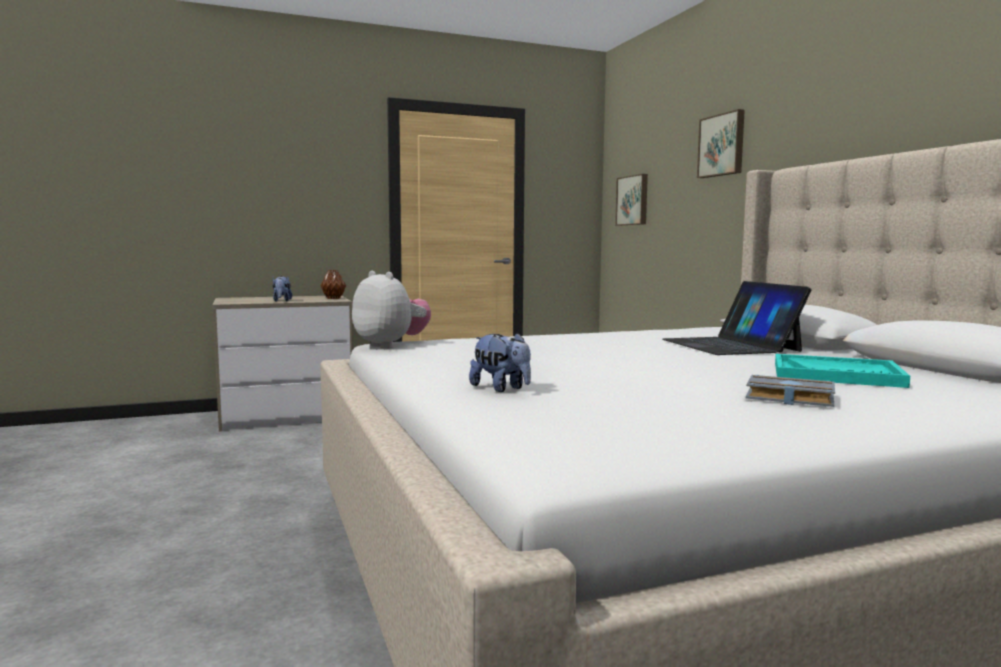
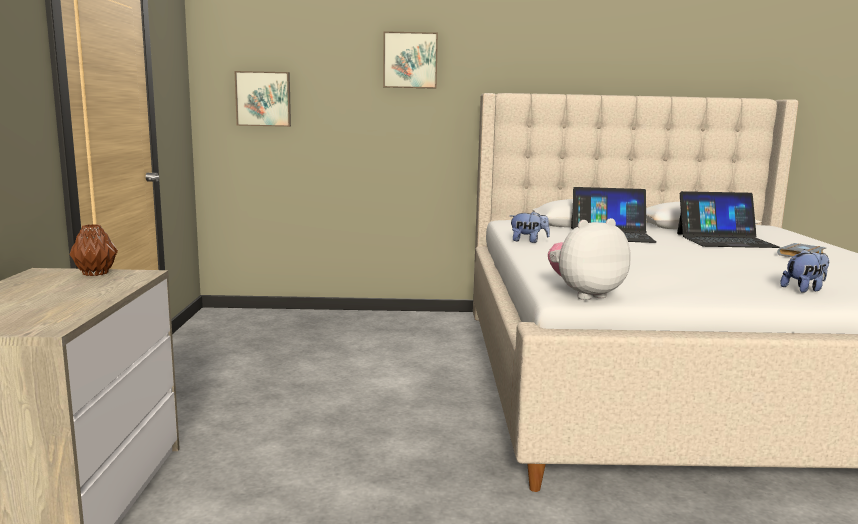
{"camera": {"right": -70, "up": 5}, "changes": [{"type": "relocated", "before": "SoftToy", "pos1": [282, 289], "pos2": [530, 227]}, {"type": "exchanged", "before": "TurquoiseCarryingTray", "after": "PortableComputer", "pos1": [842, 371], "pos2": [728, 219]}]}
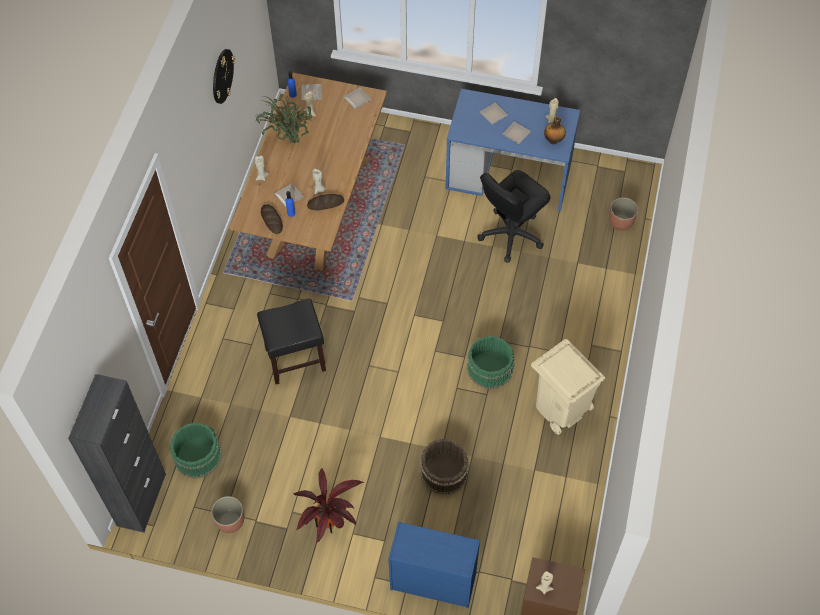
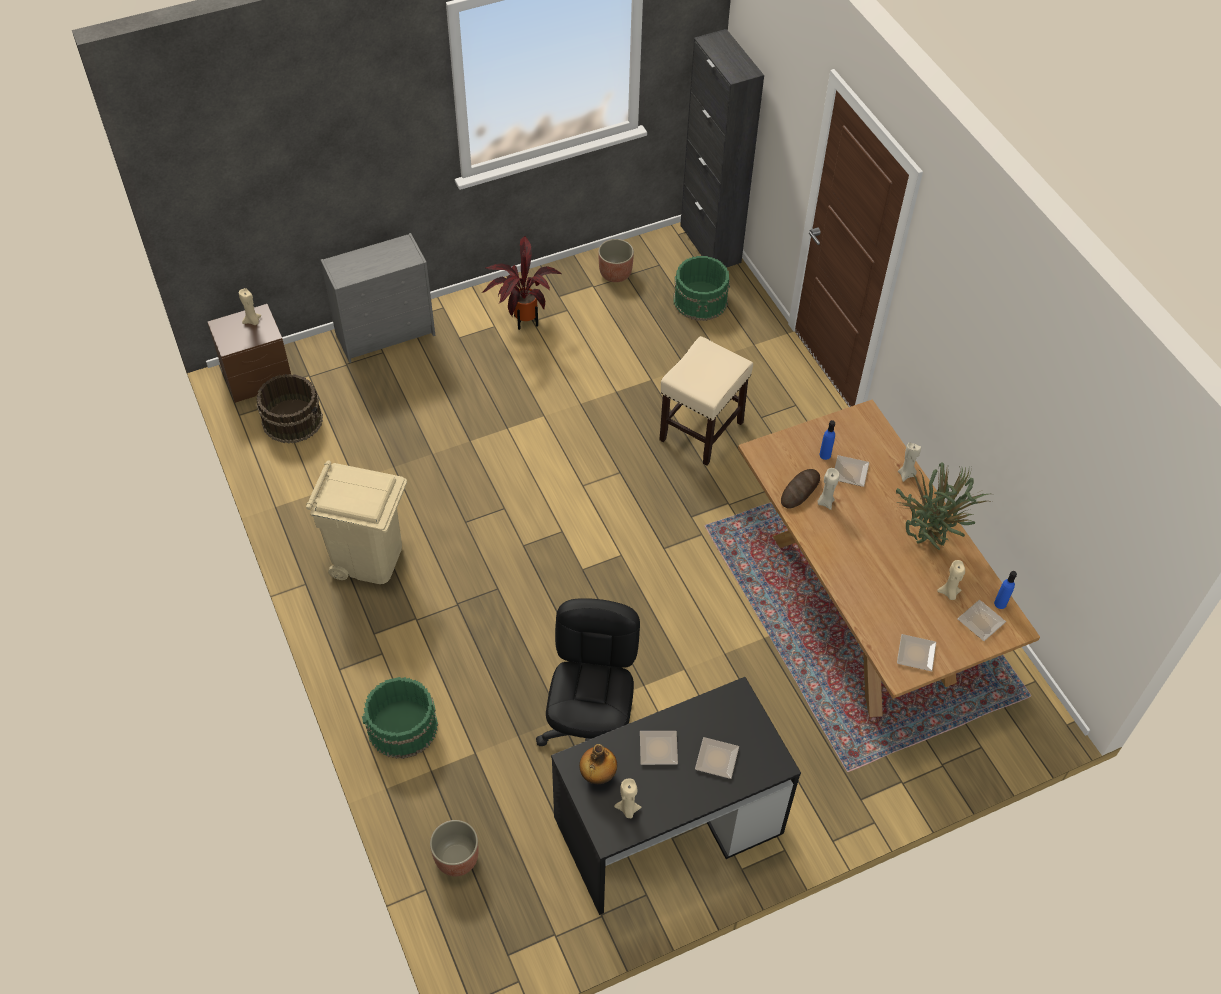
{"camera": {"right": 140, "up": -5}, "changes": [{"type": "missing", "before": "WallClock", "pos1": [224, 76]}, {"type": "missing", "before": "Bread", "pos1": [272, 219]}, {"type": "relocated", "before": "BrownishWaterBucket", "pos1": [444, 466], "pos2": [289, 408]}, {"type": "relocated", "before": "GreenishWaterBucket", "pos1": [491, 362], "pos2": [400, 718]}, {"type": "colour", "before": "BlackColouredStoolSeat", "after": "BeigeColouredStoolSeat", "pos1": [291, 341], "pos2": [706, 401]}, {"type": "colour", "before": "BlueColouredDresser", "after": "GrayDresser", "pos1": [434, 564], "pos2": [378, 298]}, {"type": "colour", "before": "BlueColouredDeskTable", "after": "BlackColouredDeskTable", "pos1": [512, 150], "pos2": [676, 796]}]}
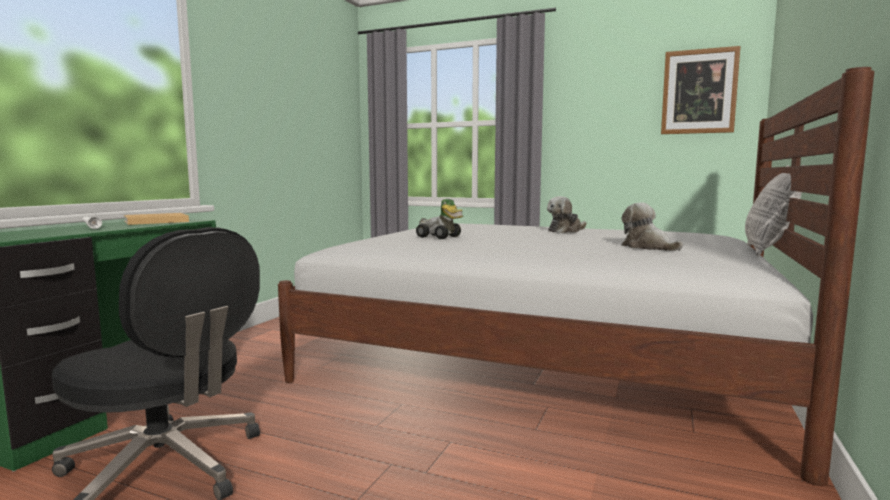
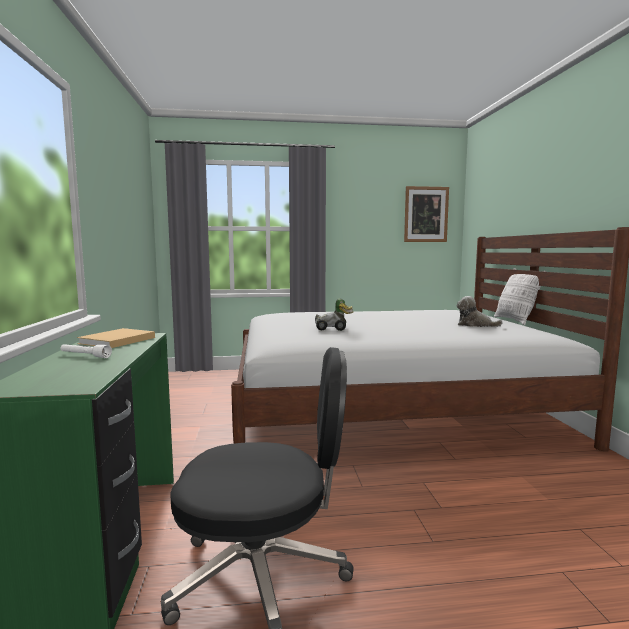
{"camera": {"right": -30, "up": 0}, "changes": [{"type": "missing", "before": "SoftToy", "pos1": [566, 214]}]}
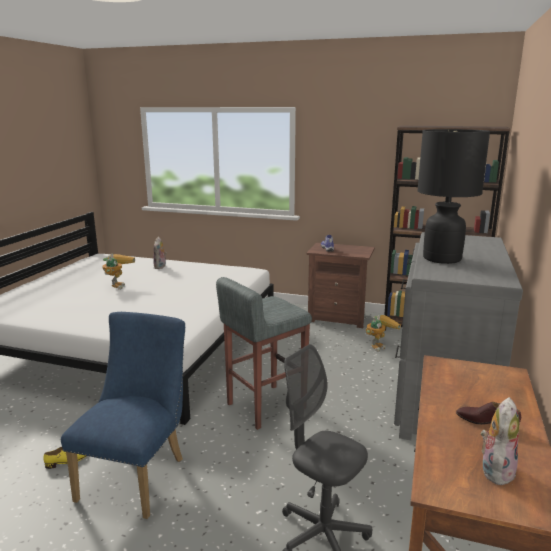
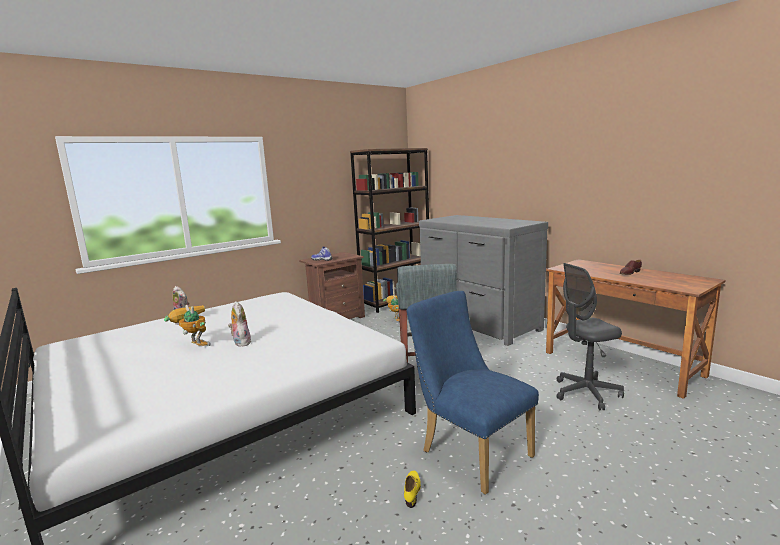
{"camera": {"right": -55, "up": -5}, "changes": [{"type": "missing", "before": "BlackColouredTabletopLamp", "pos1": [453, 196]}, {"type": "relocated", "before": "SoftToy", "pos1": [500, 441], "pos2": [240, 324]}]}
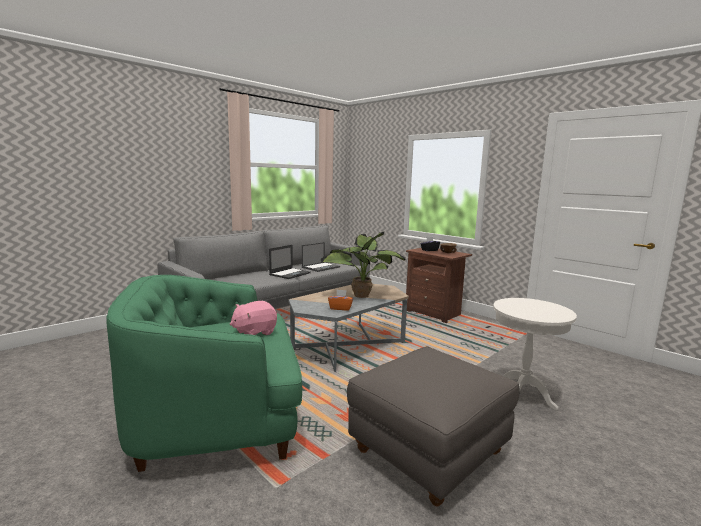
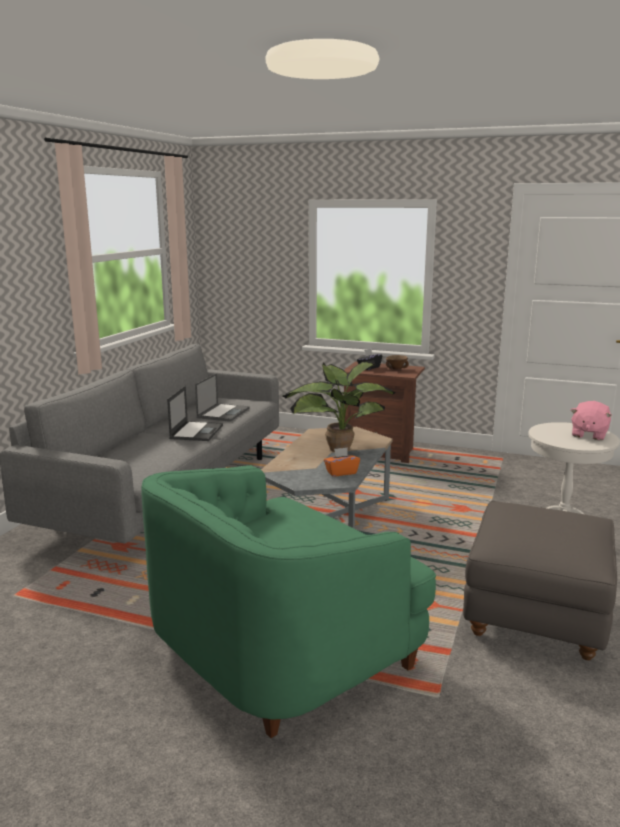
{"camera": {"right": -25, "up": 5}, "changes": [{"type": "relocated", "before": "PinkColouredSoftToy", "pos1": [253, 318], "pos2": [591, 421]}]}
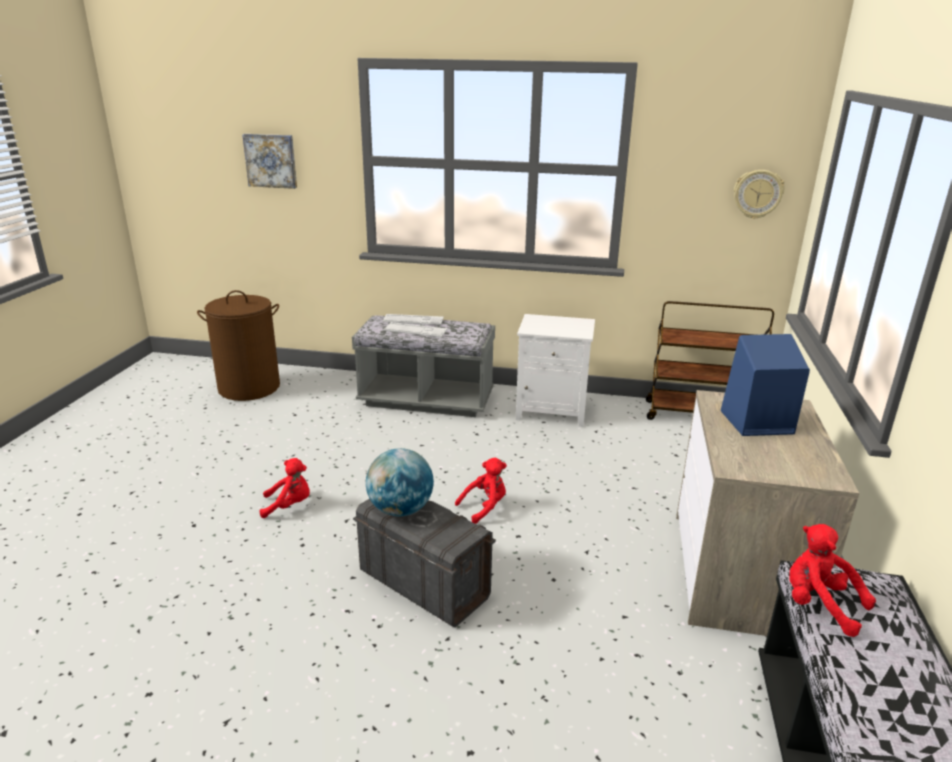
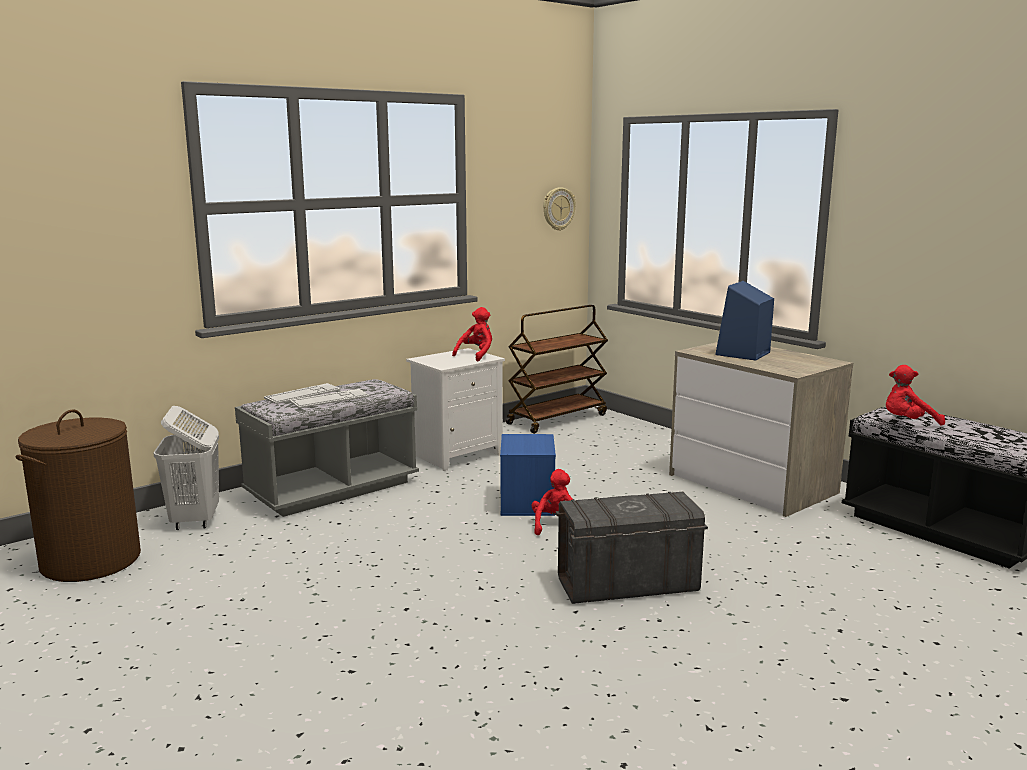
{"camera": {"right": -50, "up": -10}, "changes": [{"type": "missing", "before": "WallArt", "pos1": [269, 161]}, {"type": "missing", "before": "DeskGlobe", "pos1": [400, 482]}, {"type": "appeared", "after": "WhiteLaundryBasket", "pos2": [186, 468]}, {"type": "appeared", "after": "BlueColouredStorageBox", "pos2": [528, 475]}, {"type": "relocated", "before": "RedSoftToy", "pos1": [284, 488], "pos2": [472, 334]}]}
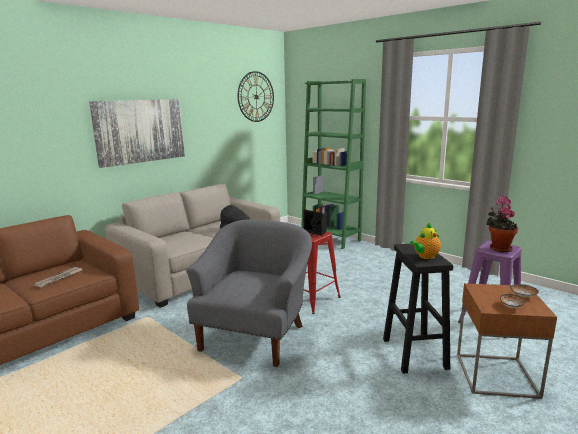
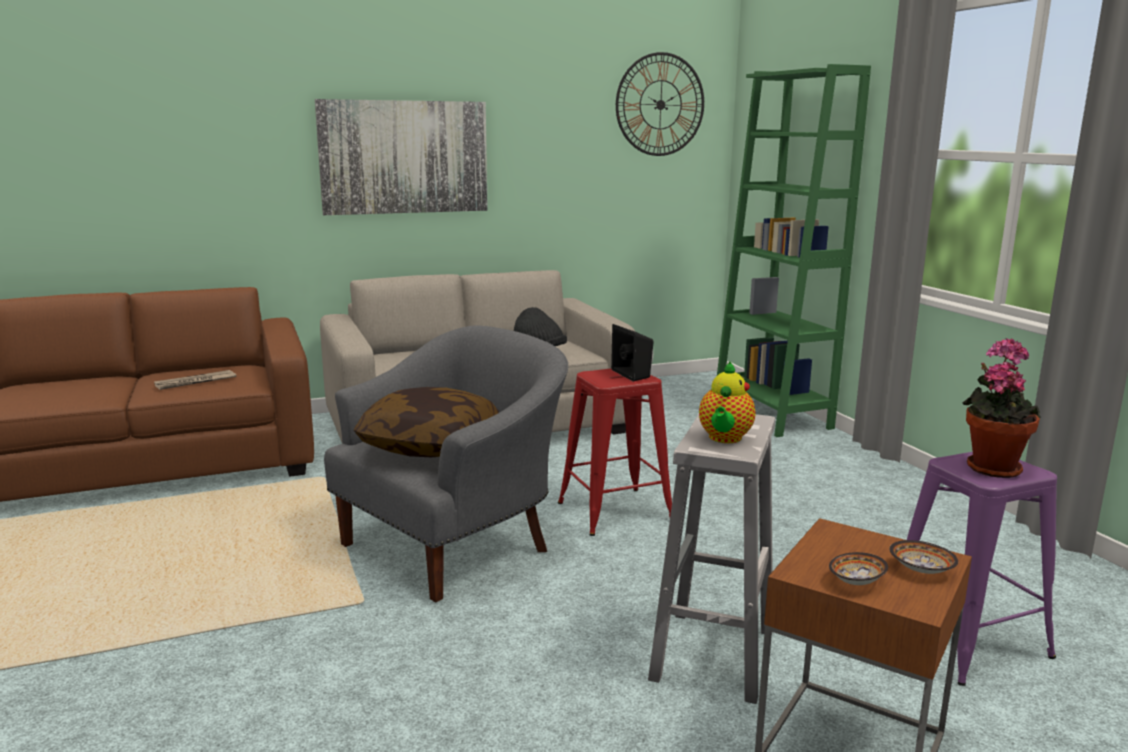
{"camera": {"right": 25, "up": 0}, "changes": [{"type": "appeared", "after": "ThrowPillow", "pos2": [426, 422]}, {"type": "colour", "before": "BlackColouredStoolSeat", "after": "WhiteStoolSeat", "pos1": [418, 309], "pos2": [711, 559]}, {"type": "spun", "before": "PotForTea", "pos1": [425, 241], "pos2": [727, 402], "turn": -60}]}
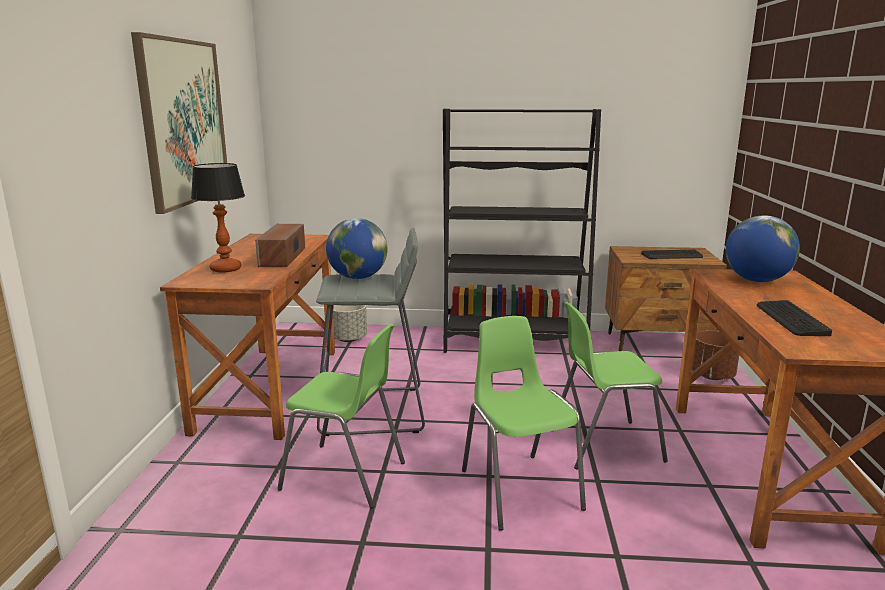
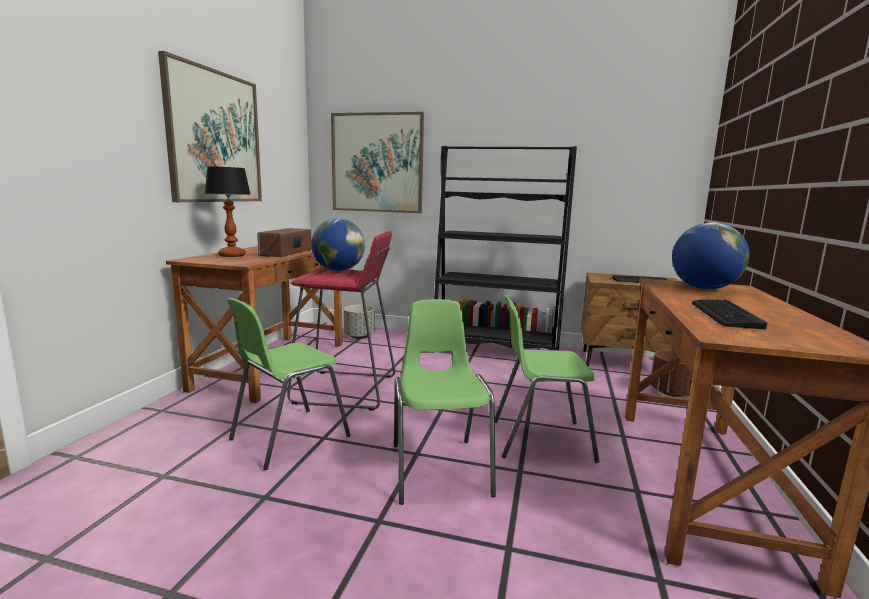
{"camera": {"right": 10, "up": -5}, "changes": [{"type": "appeared", "after": "WallArt", "pos2": [377, 162]}, {"type": "colour", "before": "GrayStoolSeat", "after": "RedStoolSeat", "pos1": [370, 332], "pos2": [341, 321]}, {"type": "spun", "before": "GreenishUprightChair", "pos1": [341, 416], "pos2": [289, 384], "turn": 105}]}
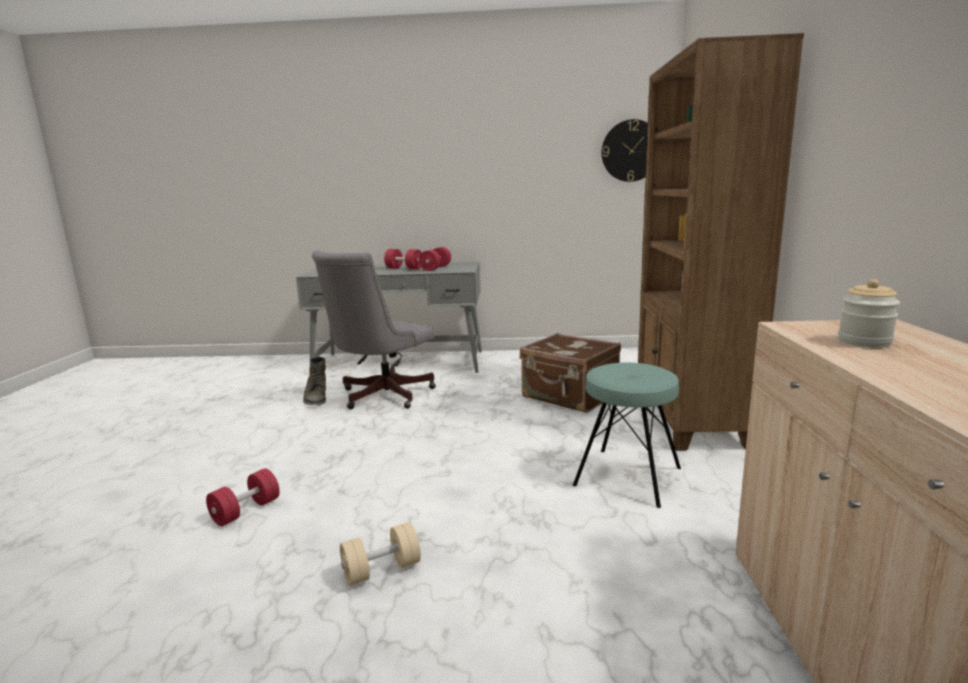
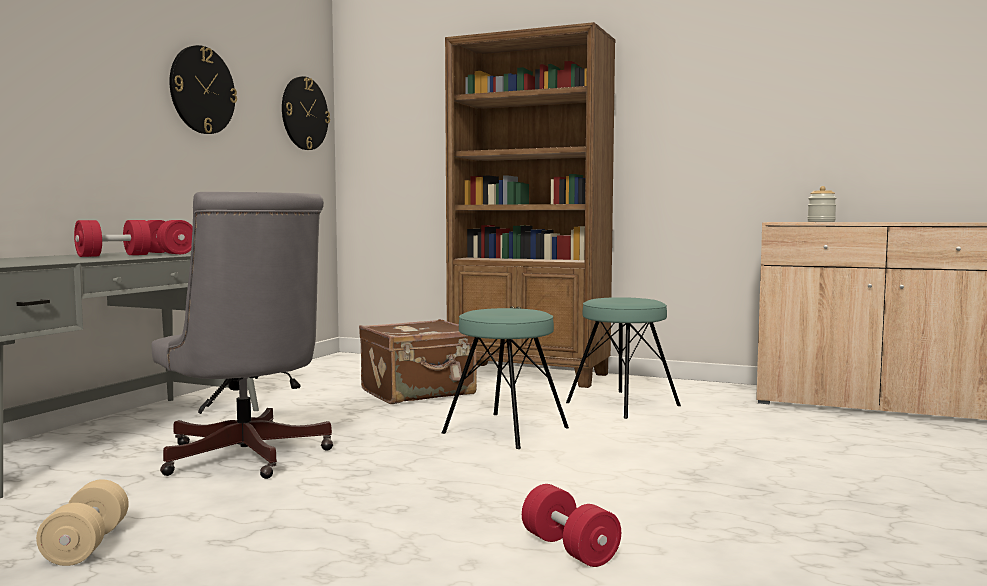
{"camera": {"right": -70, "up": -10}, "changes": [{"type": "missing", "before": "GreenishBoot", "pos1": [314, 381]}, {"type": "appeared", "after": "WallClock", "pos2": [203, 89]}, {"type": "appeared", "after": "TurquoiseStoolSeat", "pos2": [505, 378]}, {"type": "relocated", "before": "BeigeColouredHandWeight", "pos1": [380, 554], "pos2": [82, 522]}]}
